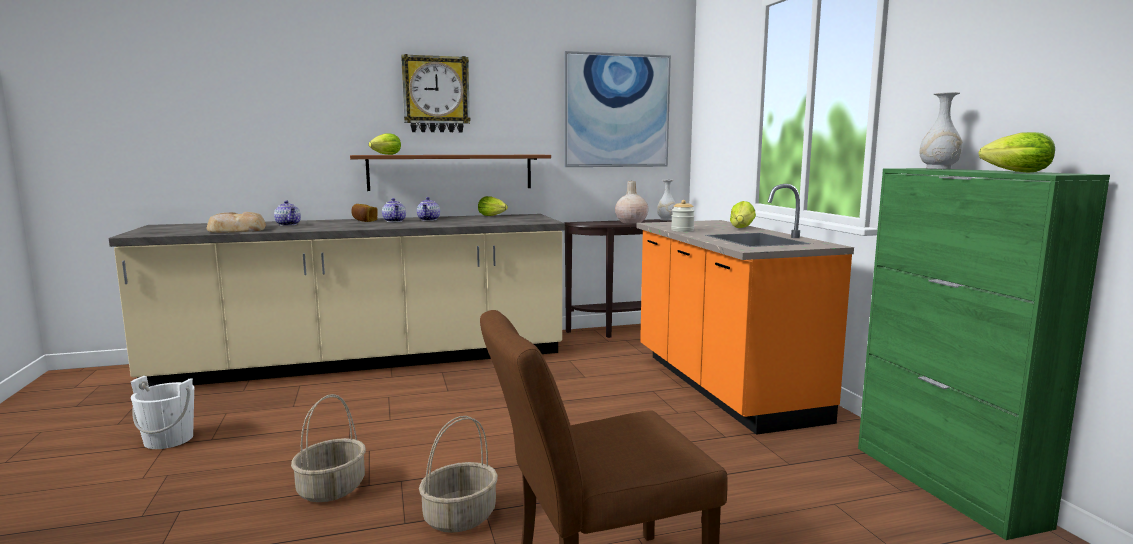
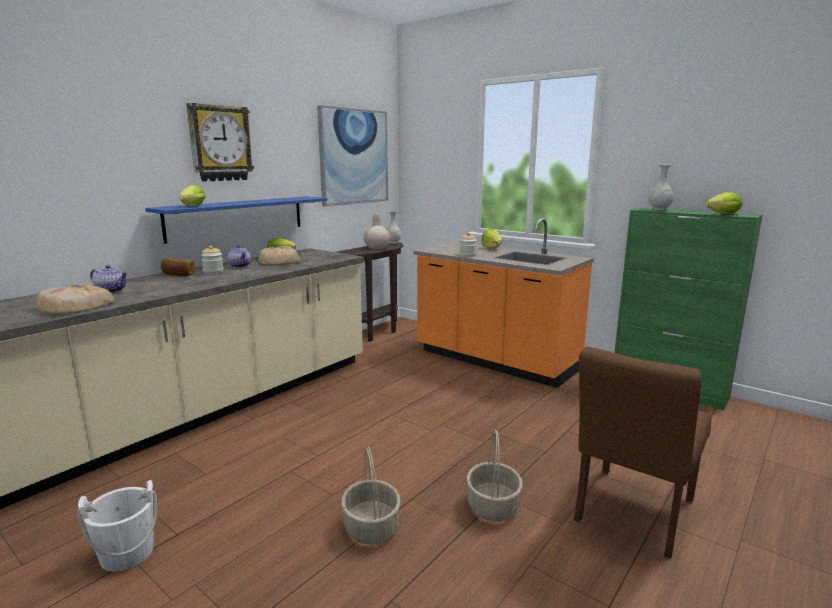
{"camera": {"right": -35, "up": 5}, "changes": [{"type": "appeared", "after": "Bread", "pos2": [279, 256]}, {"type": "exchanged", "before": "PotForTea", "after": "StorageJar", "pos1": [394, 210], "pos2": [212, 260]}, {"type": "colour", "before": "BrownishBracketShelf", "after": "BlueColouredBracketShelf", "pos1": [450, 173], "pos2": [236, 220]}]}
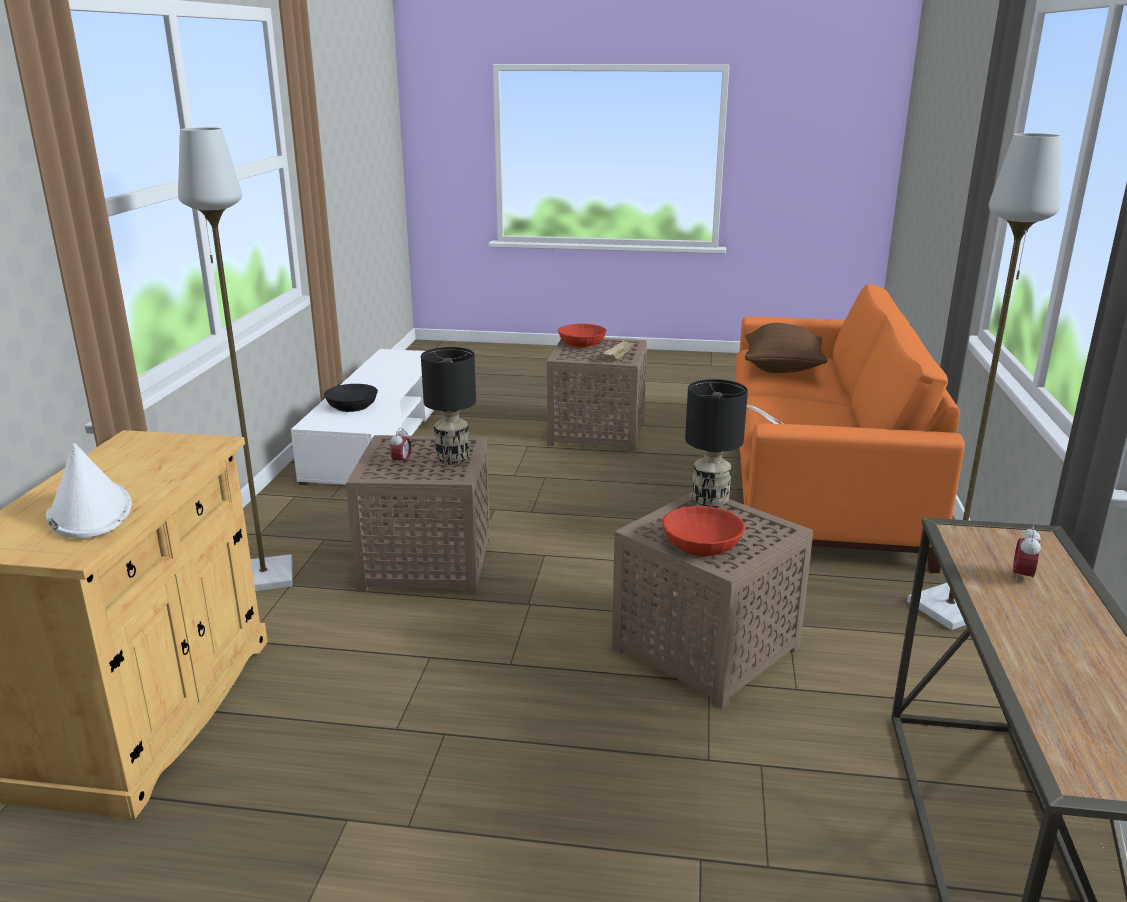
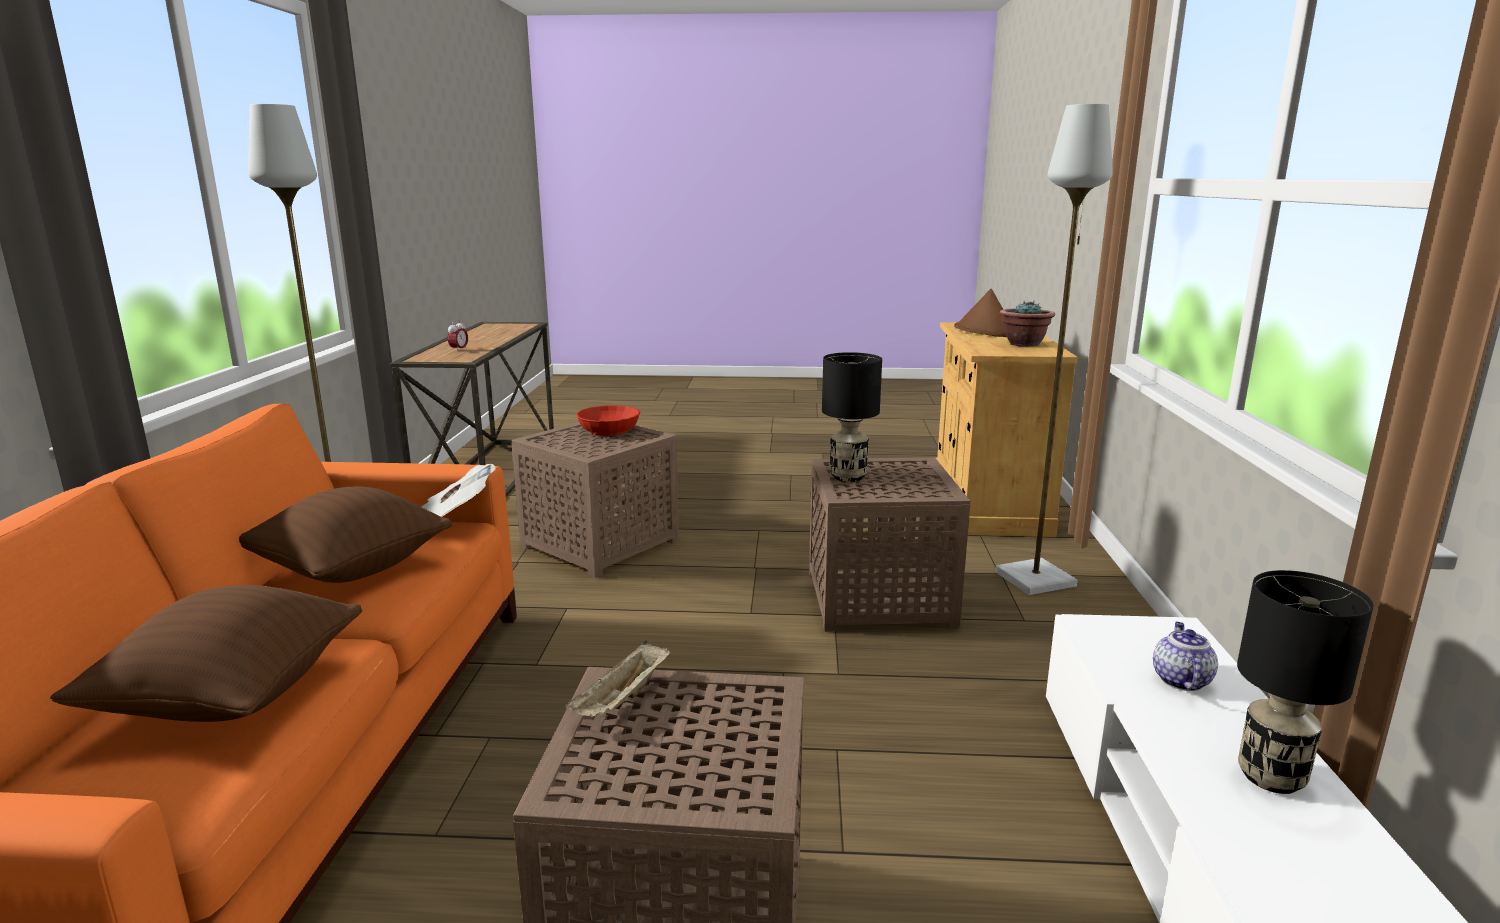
{"camera": {"right": 175, "up": -5}, "changes": [{"type": "missing", "before": "TableClock", "pos1": [400, 445]}, {"type": "missing", "before": "RedServingBowl", "pos1": [582, 336]}, {"type": "appeared", "after": "BrownishThrowPillow", "pos2": [345, 534]}, {"type": "appeared", "after": "Houseplant", "pos2": [1027, 323]}, {"type": "relocated", "before": "BlackColouredTabletopLamp", "pos1": [716, 443], "pos2": [1305, 682]}, {"type": "exchanged", "before": "BlackColouredServingBowl", "after": "PotForTea", "pos1": [351, 398], "pos2": [1185, 656]}, {"type": "colour", "before": "WhiteHat", "after": "BrownishHat", "pos1": [89, 491], "pos2": [980, 313]}]}
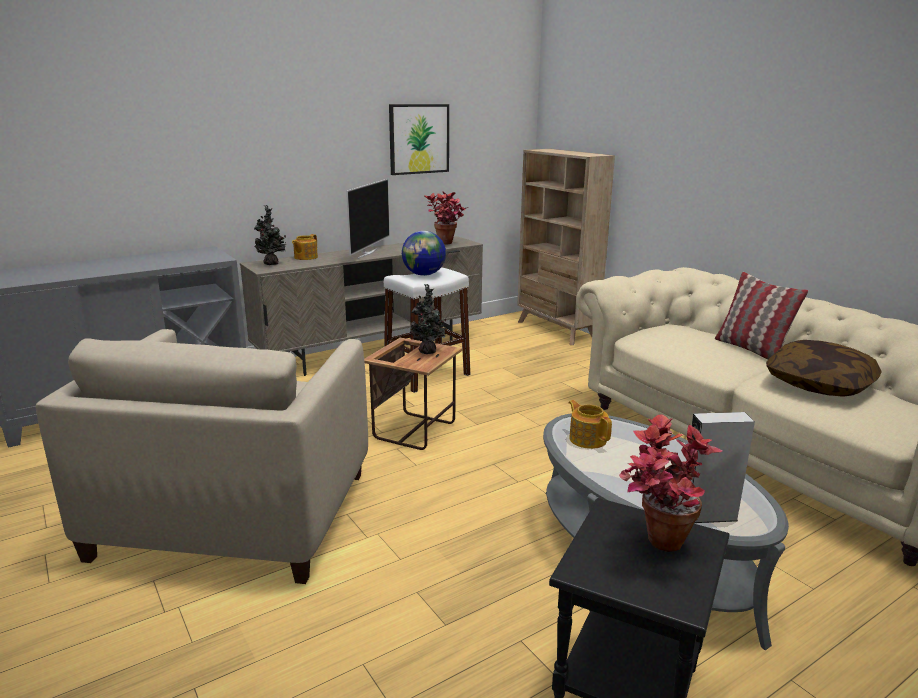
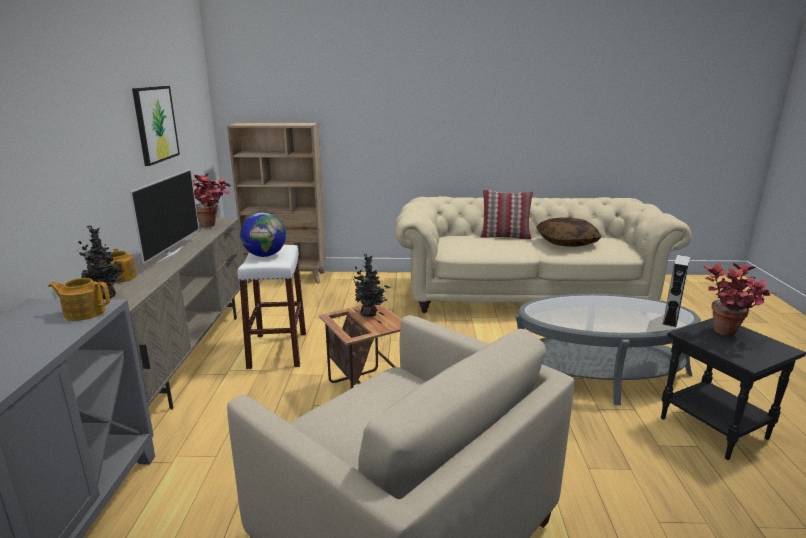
{"camera": {"right": -55, "up": 0}, "changes": [{"type": "relocated", "before": "PotForTea", "pos1": [590, 424], "pos2": [79, 299]}, {"type": "spun", "before": "TvSet", "pos1": [368, 219], "pos2": [164, 216], "turn": 45}]}
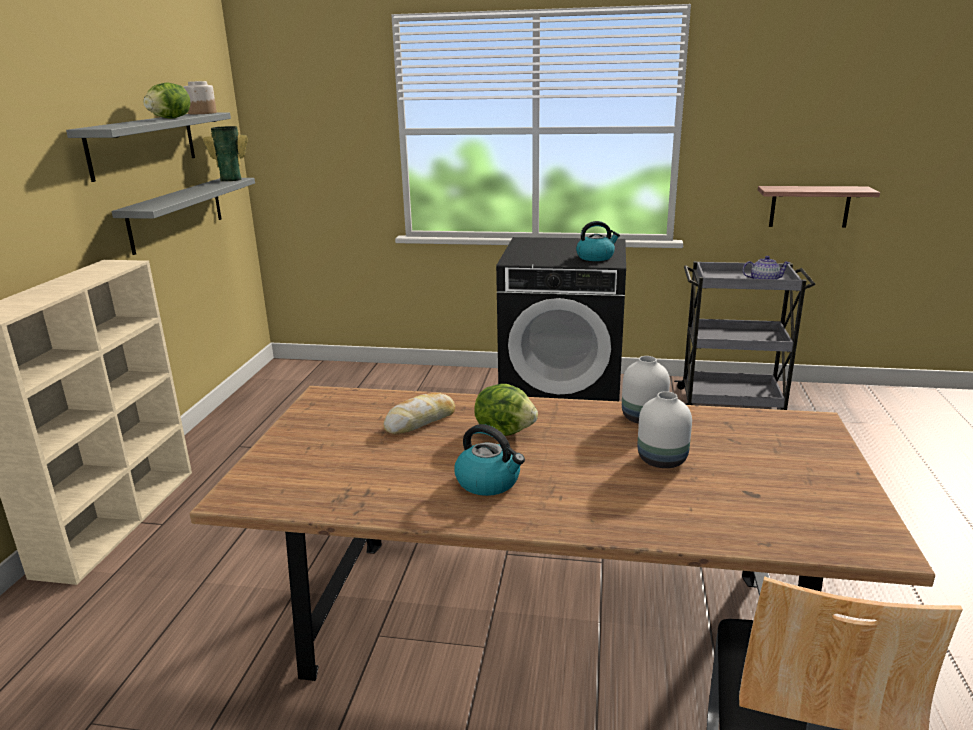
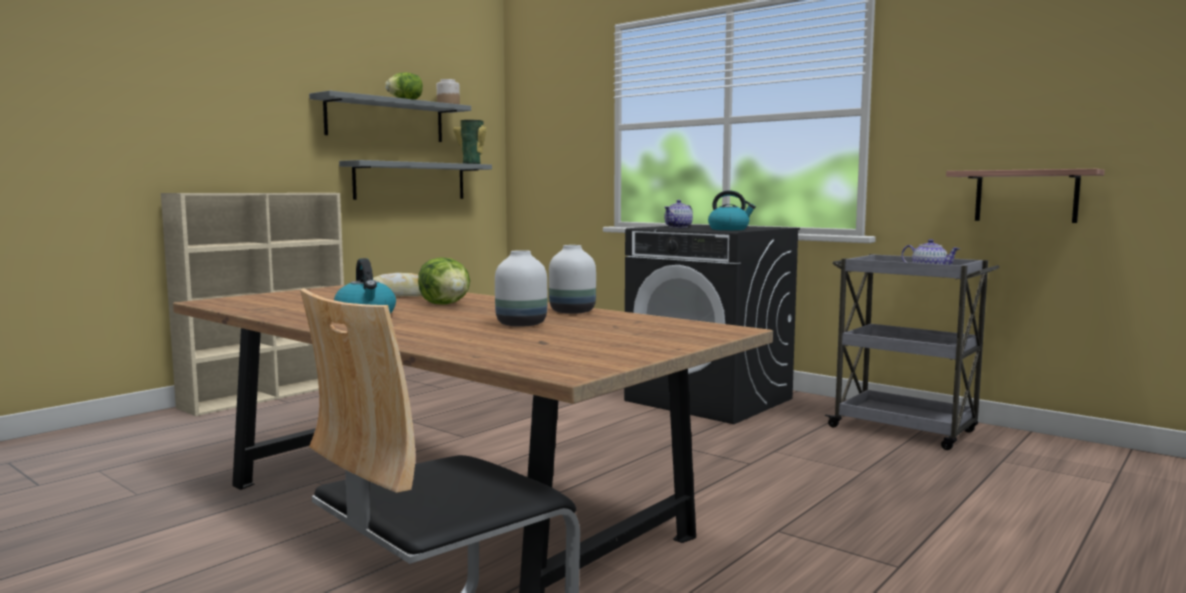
{"camera": {"right": 30, "up": -15}, "changes": [{"type": "appeared", "after": "PotForTea", "pos2": [678, 214]}]}
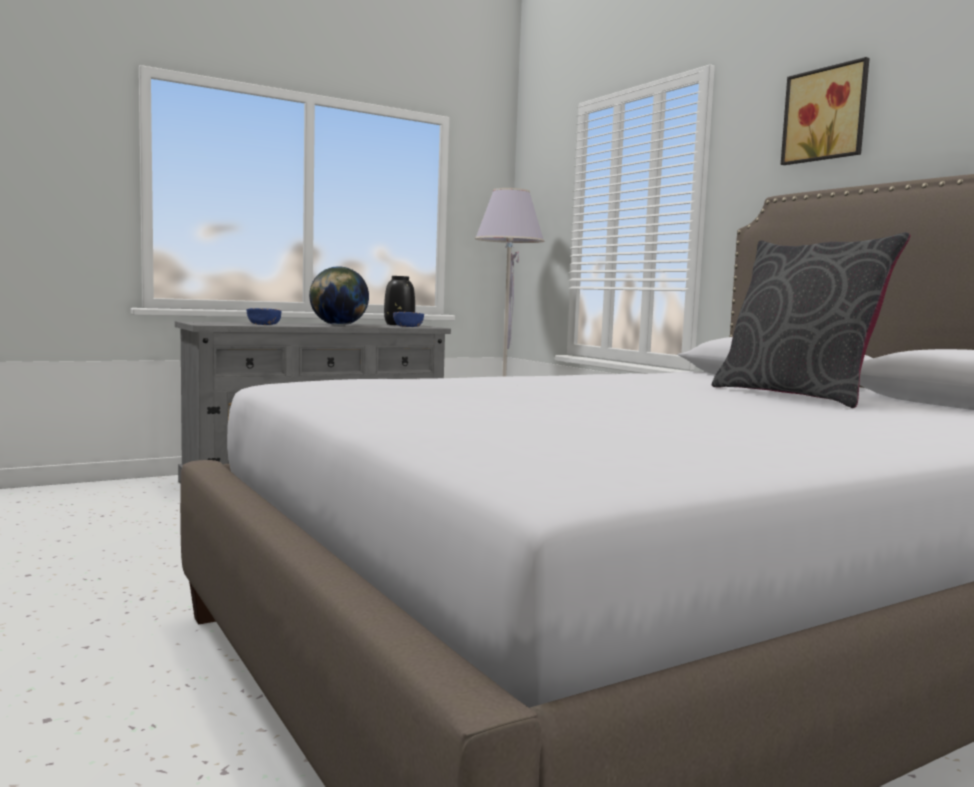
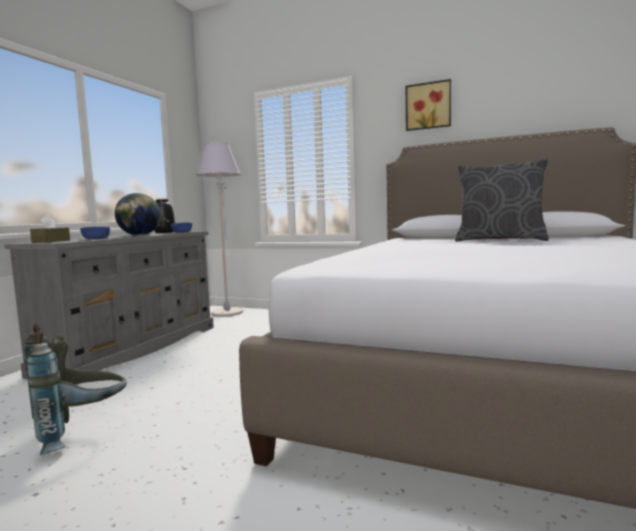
{"camera": {"right": -35, "up": 0}, "changes": [{"type": "appeared", "after": "GrayRucksack", "pos2": [75, 389]}, {"type": "appeared", "after": "BrownishTissueHolder", "pos2": [50, 229]}]}
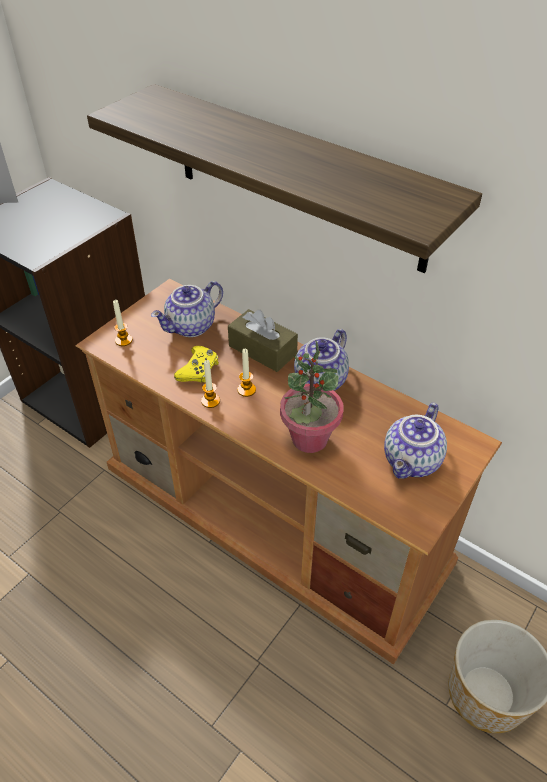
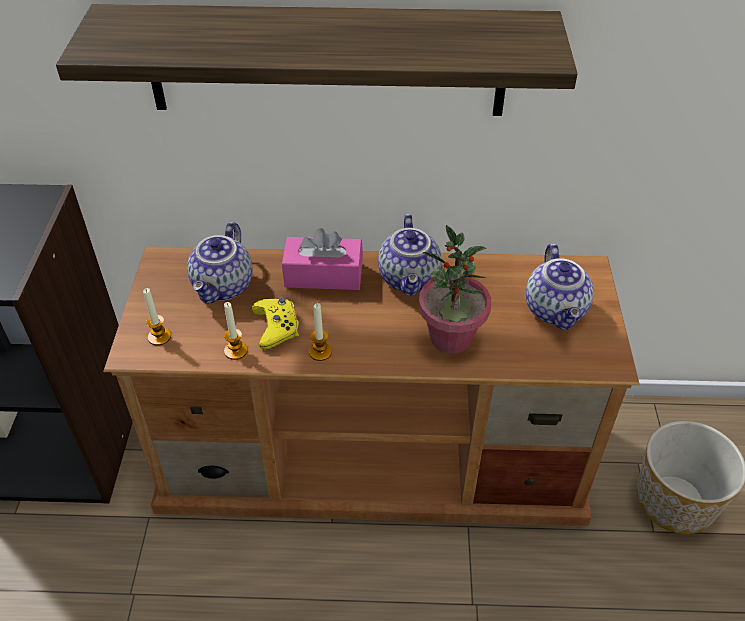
{"camera": {"right": -35, "up": 0}, "changes": [{"type": "relocated", "before": "WaxLight", "pos1": [246, 373], "pos2": [236, 331]}, {"type": "colour", "before": "BrownishTissueHolder", "after": "PinkColouredTissueHolder", "pos1": [263, 340], "pos2": [322, 259]}]}
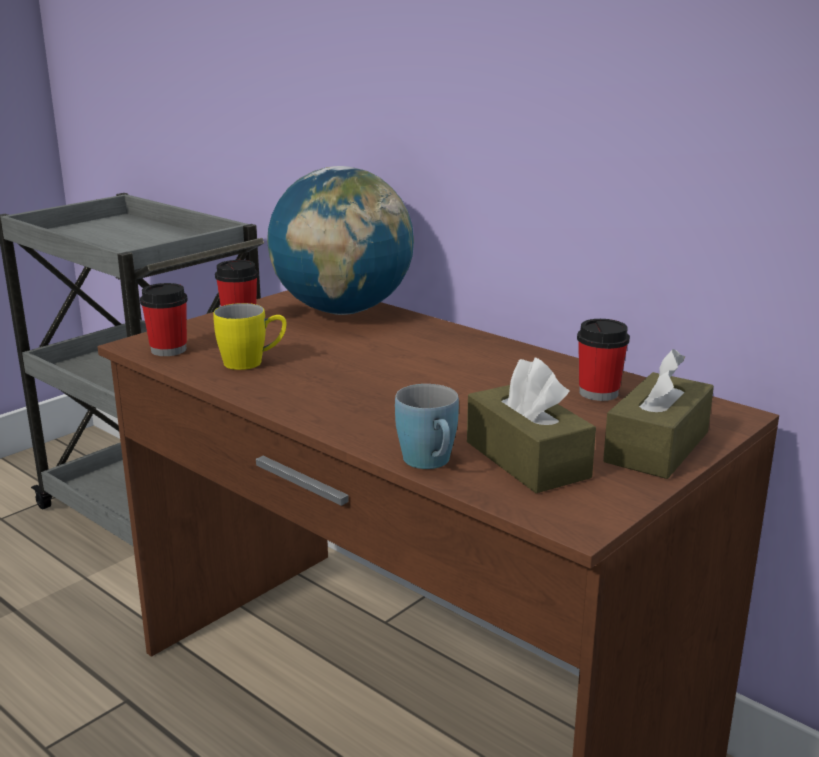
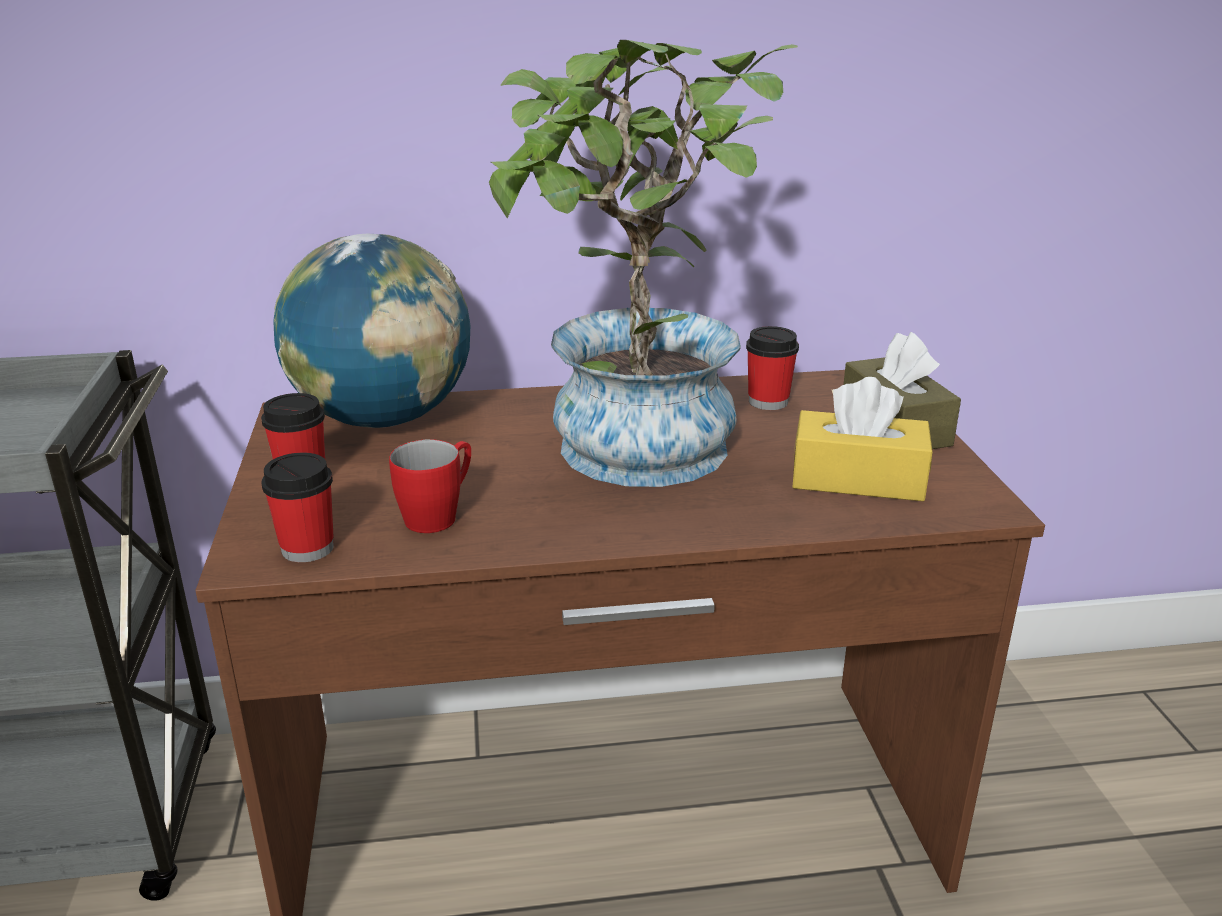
{"camera": {"right": -50, "up": 5}, "changes": [{"type": "missing", "before": "BlueColouredMug", "pos1": [427, 426]}, {"type": "appeared", "after": "Houseplant", "pos2": [643, 263]}, {"type": "colour", "before": "YellowColouredMug", "after": "RedMug", "pos1": [249, 336], "pos2": [430, 486]}, {"type": "colour", "before": "BrownishTissueHolder", "after": "YellowColouredTissueHolder", "pos1": [531, 425], "pos2": [863, 439]}]}
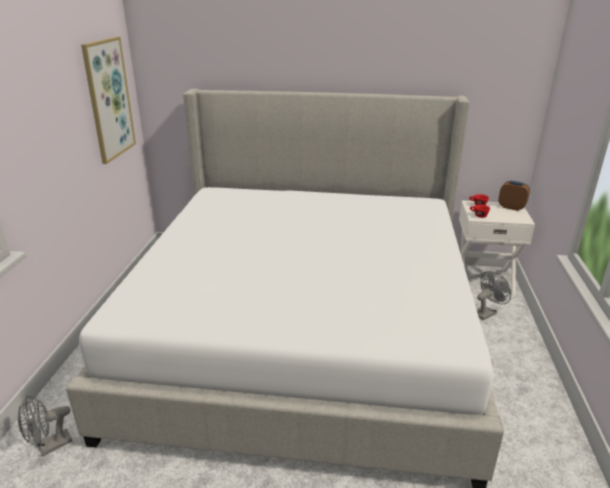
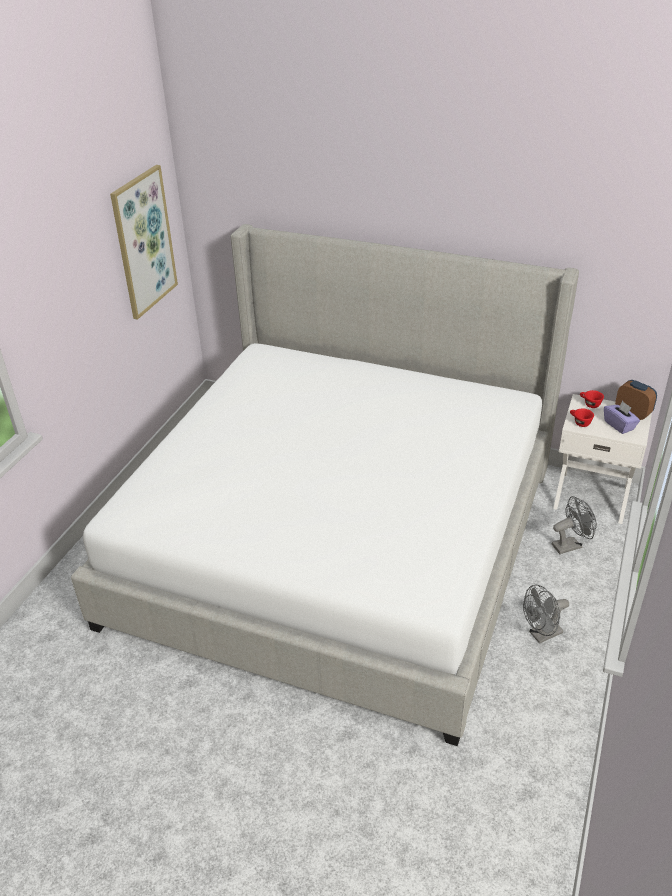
{"camera": {"right": 15, "up": 10}, "changes": [{"type": "appeared", "after": "PurpleColouredTissueHolder", "pos2": [622, 417]}, {"type": "relocated", "before": "GrayElectricFan", "pos1": [45, 426], "pos2": [546, 614]}]}
